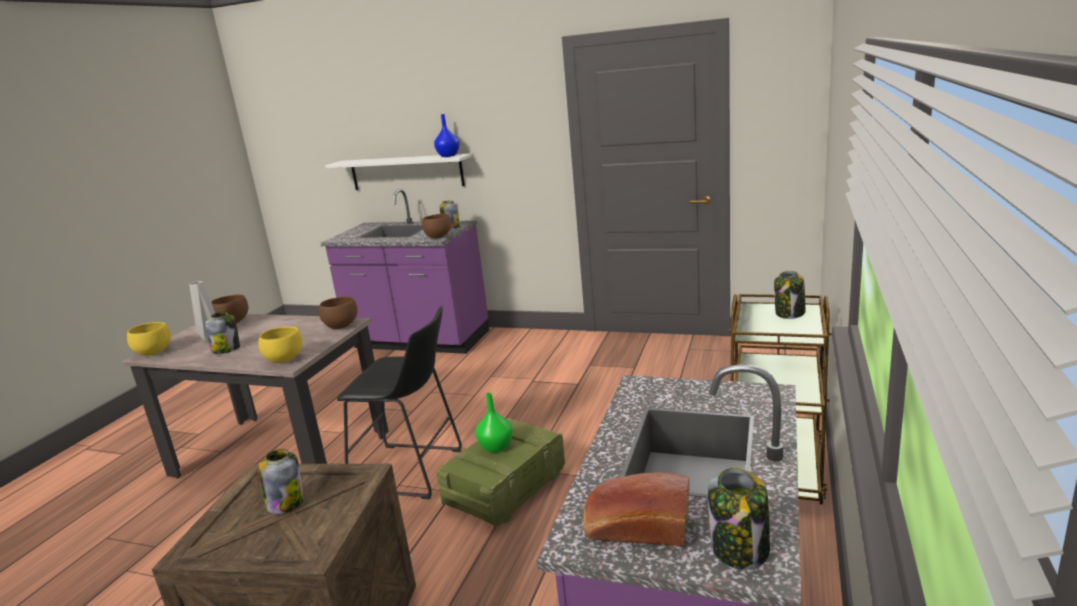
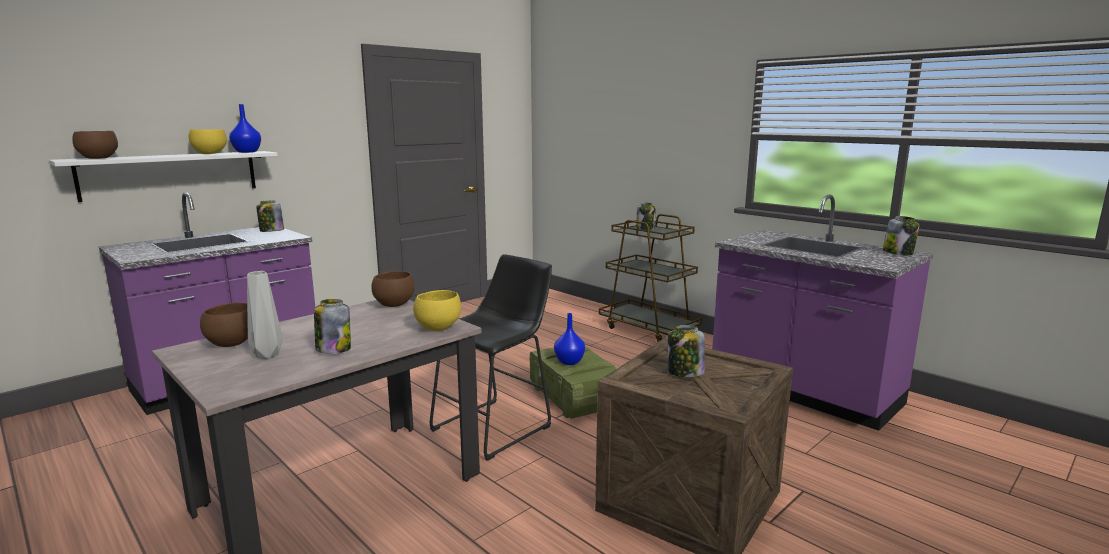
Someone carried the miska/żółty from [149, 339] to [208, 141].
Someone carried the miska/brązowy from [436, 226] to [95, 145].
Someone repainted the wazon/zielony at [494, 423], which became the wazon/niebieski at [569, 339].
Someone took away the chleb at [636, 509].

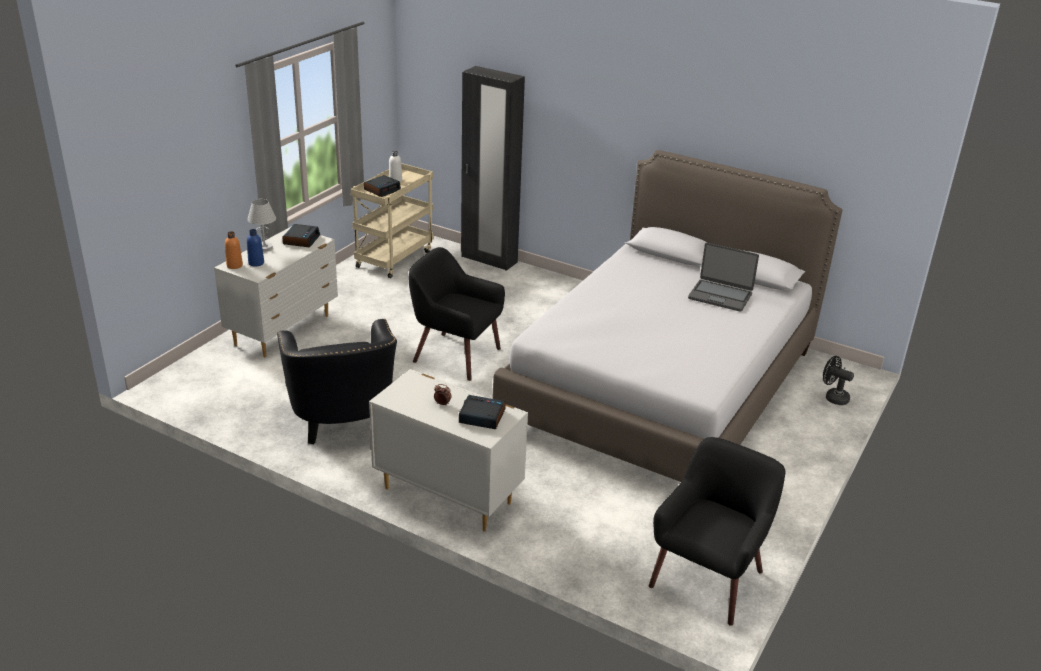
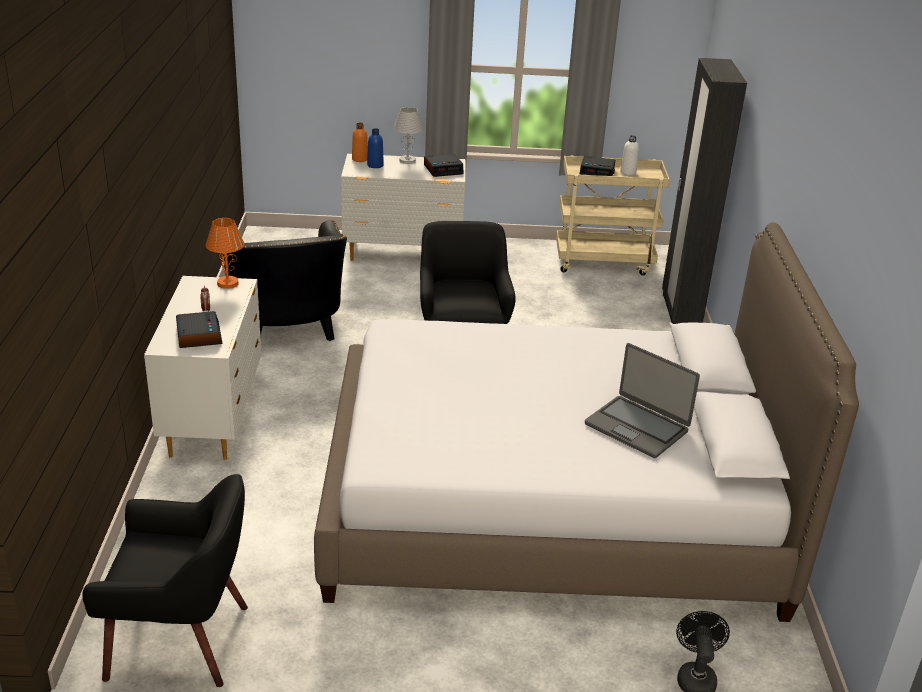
Someone rotated the fotel/czarny at [337, 381] by 60 degrees counterclockwise.
Someone rotated the laptop at [723, 277] by 45 degrees counterclockwise.
Someone put down the lampa stołowa/pomarańczowy at [225, 253].

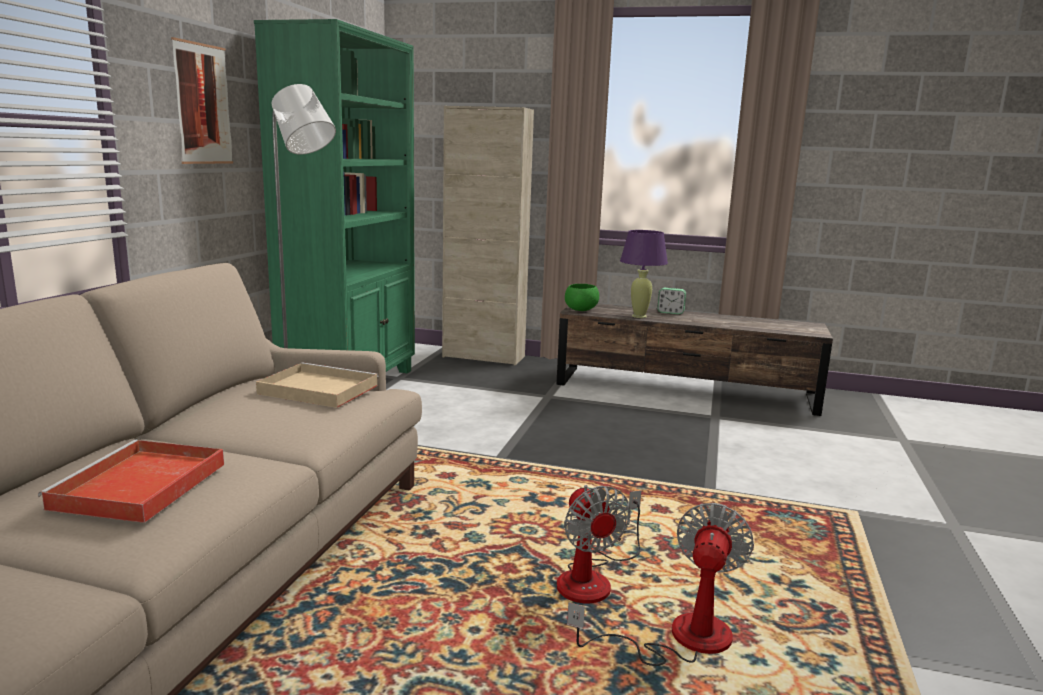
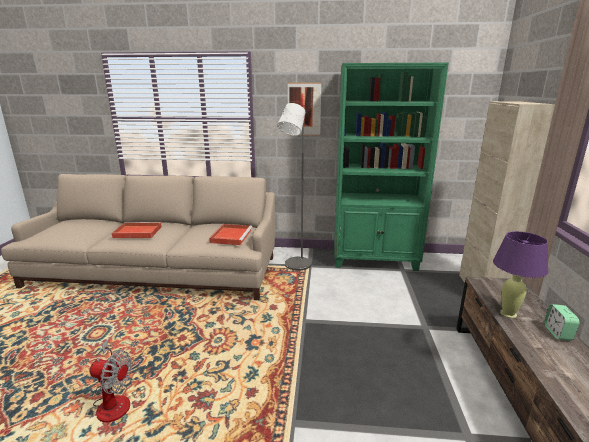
Someone repainted the taca/beżowy at [317, 385], which became the taca/czerwony at [230, 234].
Someone took away the wentylator at [599, 544].
Someone took away the miska/zielony at [582, 297].

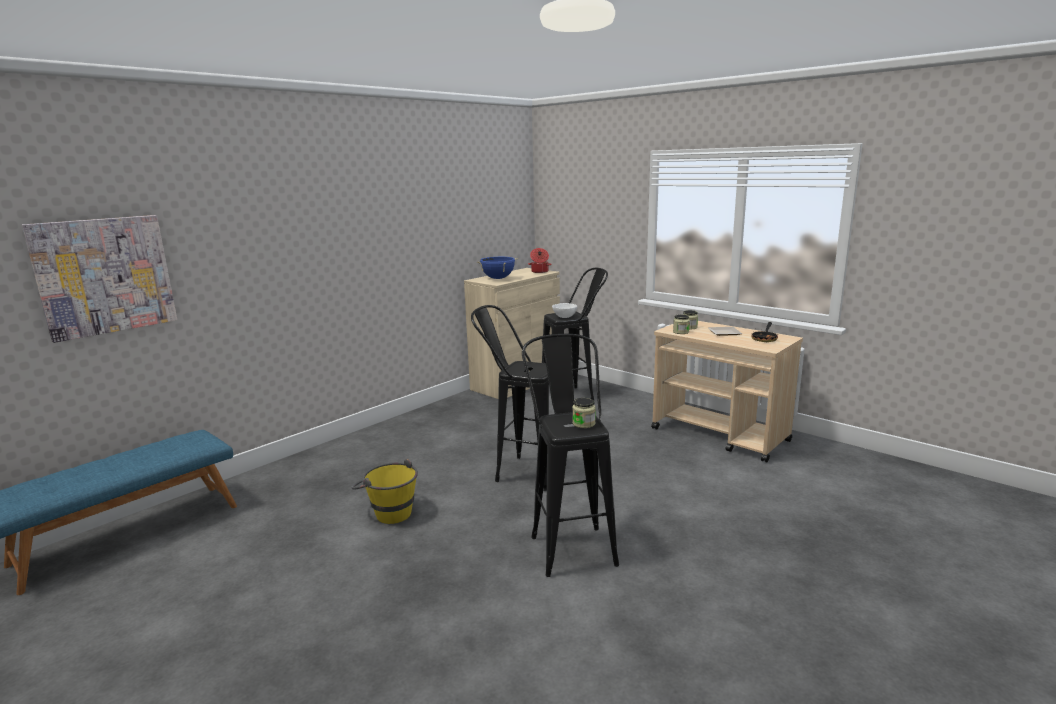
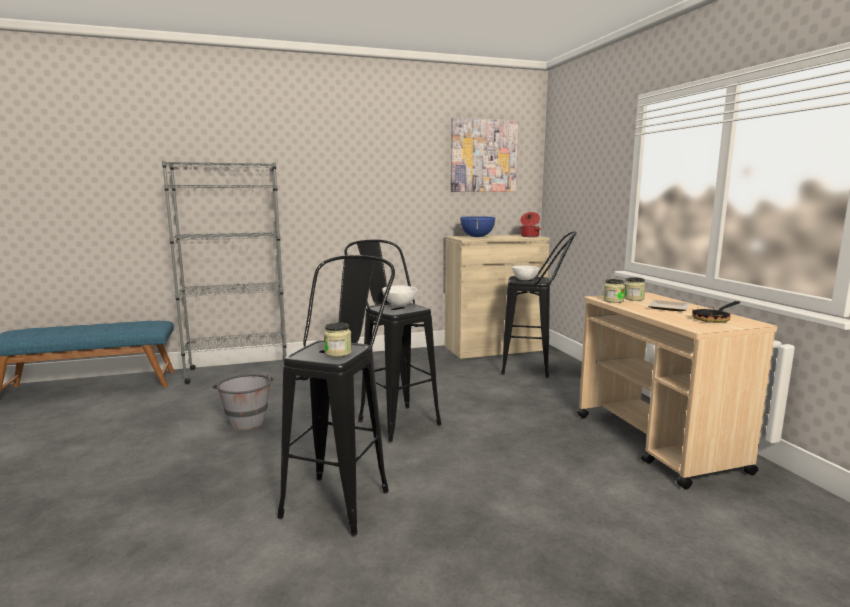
Someone carried the obraz from [99, 279] to [484, 155].
Someone repainted the wiadro/żółty at [384, 491], which became the wiadro/szary at [243, 401].
Someone put down the regał/szary at [224, 272].
Someone put down the miska/biały at [399, 295].

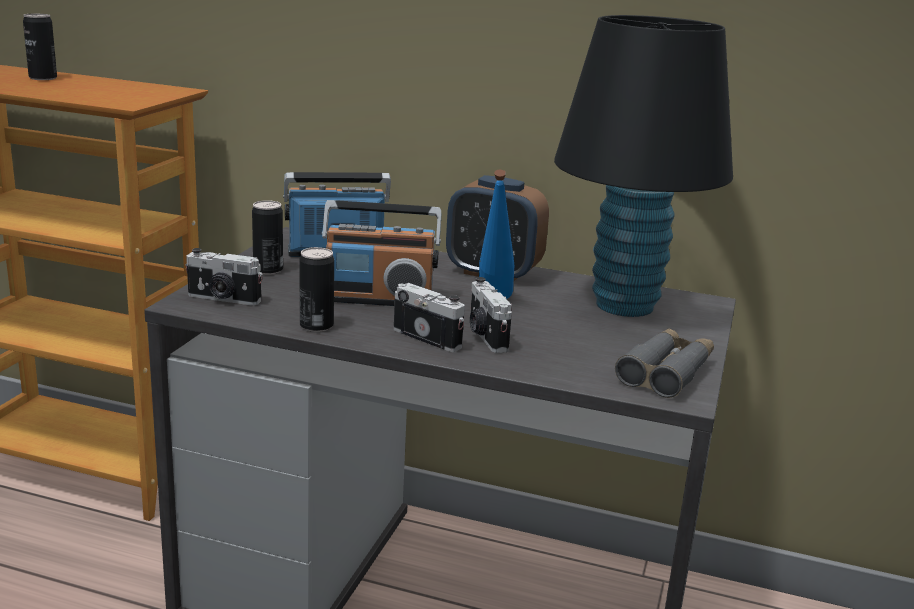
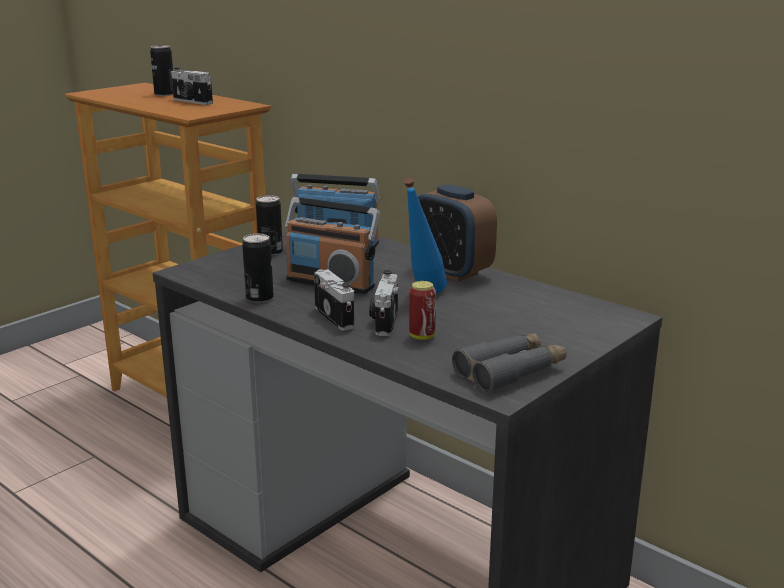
Someone carried the aparat fotograficzny from [224, 277] to [192, 86].
Someone took away the lampa stołowa/czarny at [643, 166].
Someone put down the puszka at [422, 310].

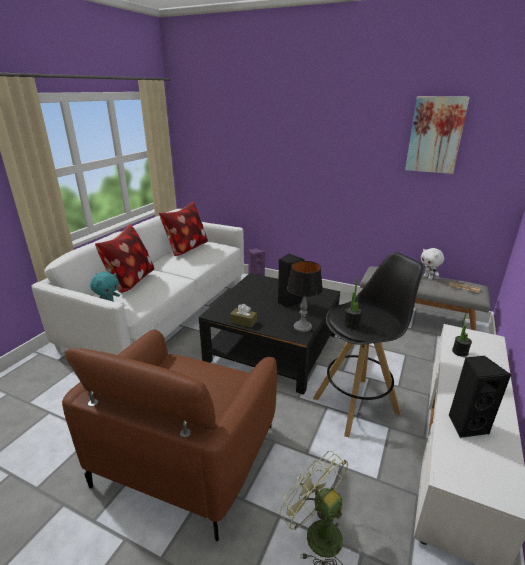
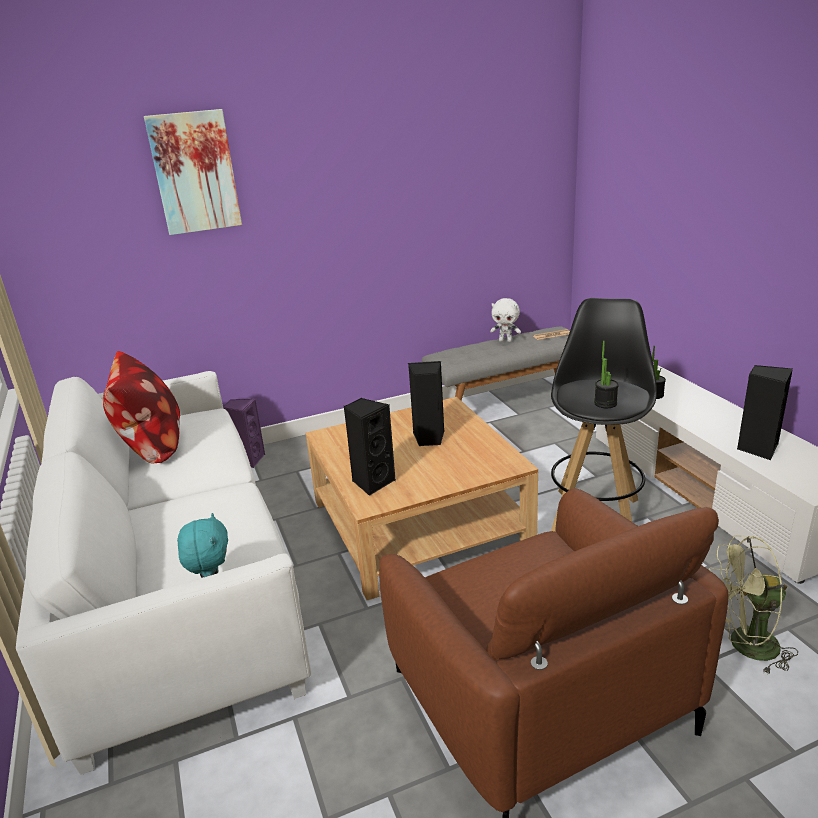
Someone took away the poduszka at [124, 258].
Someone repainted the ława/czarny at [269, 334], which became the ława/beżowy at [422, 498].
Someone took away the pudełko chusteczek/brązowy at [243, 316].
Someone took away the lampa stołowa at [305, 296].
Someone carried the obraz from [437, 135] to [193, 172].
Someone put down the głośnik/czarny at [369, 447].

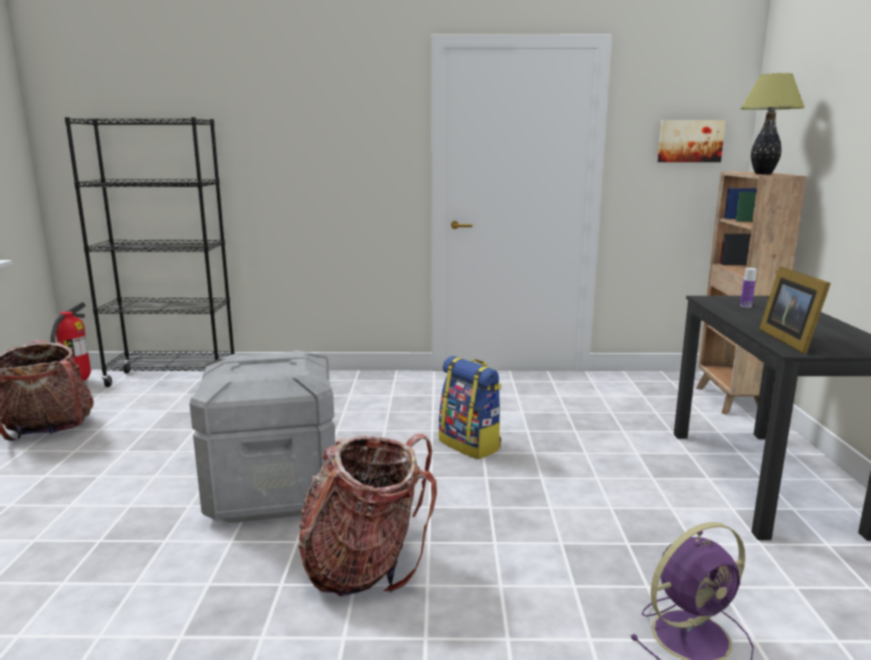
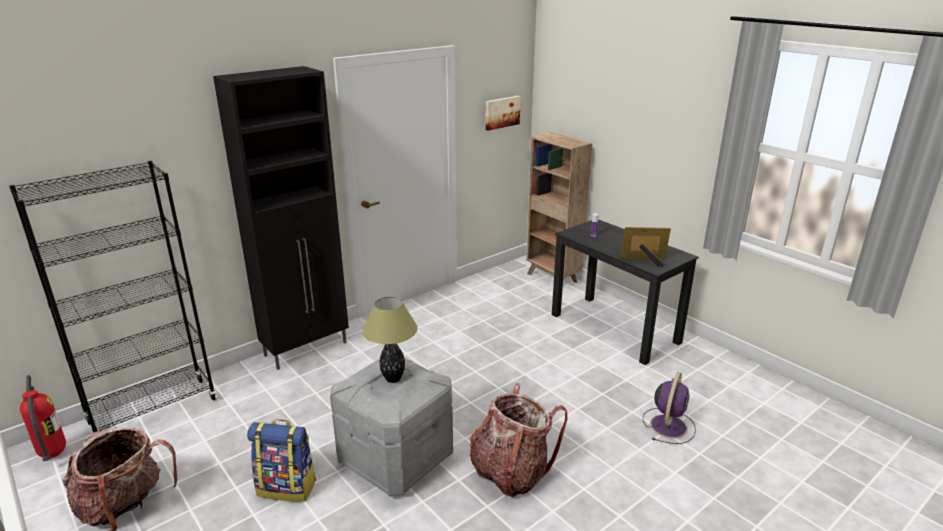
Someone carried the plecak from [470, 407] to [281, 460].
Someone carried the lampa stołowa from [772, 123] to [390, 340].
Someone rotated the ramka na zdjęcie at [795, 310] by 135 degrees clockwise.
Someone put down the szafka/czarny at [281, 218].

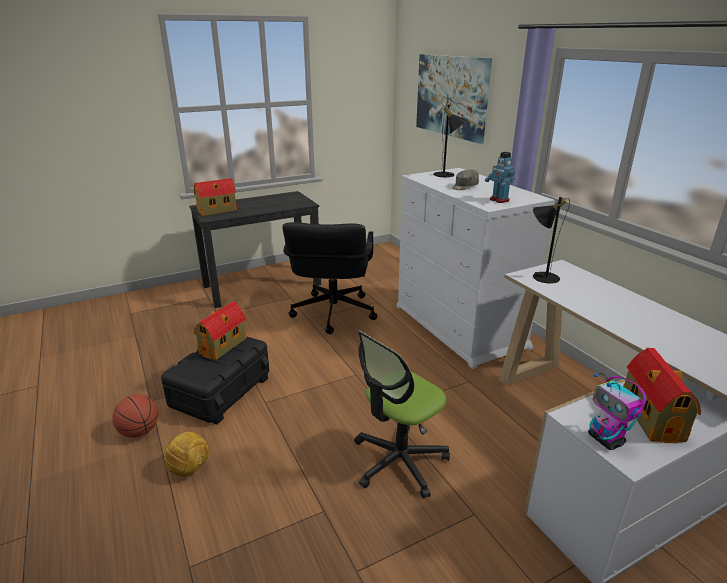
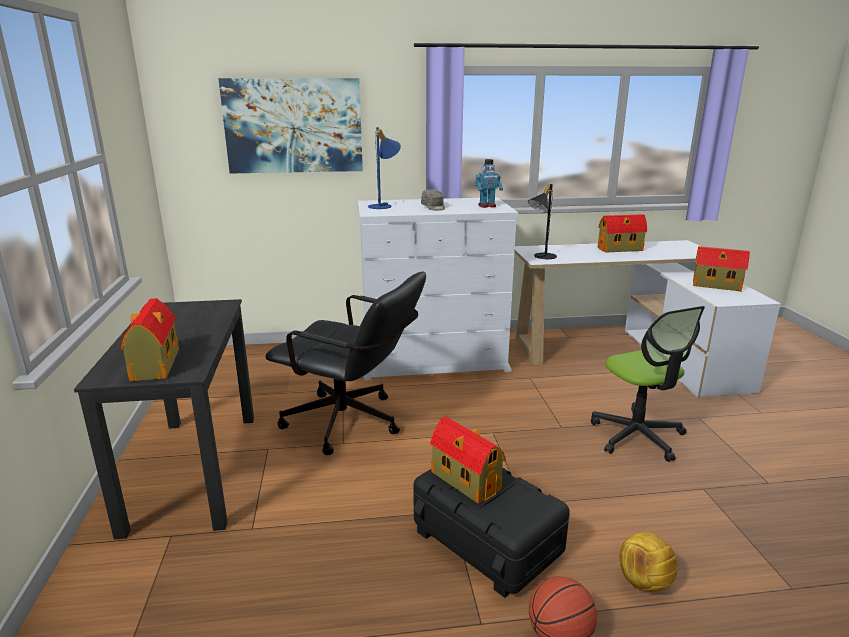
Someone repainted the lampa stołowa/czarny at [450, 140], which became the lampa stołowa/niebieski at [384, 168].
Someone took away the robot zabawkowy at [617, 411].
Someone put down the domek at [622, 233].

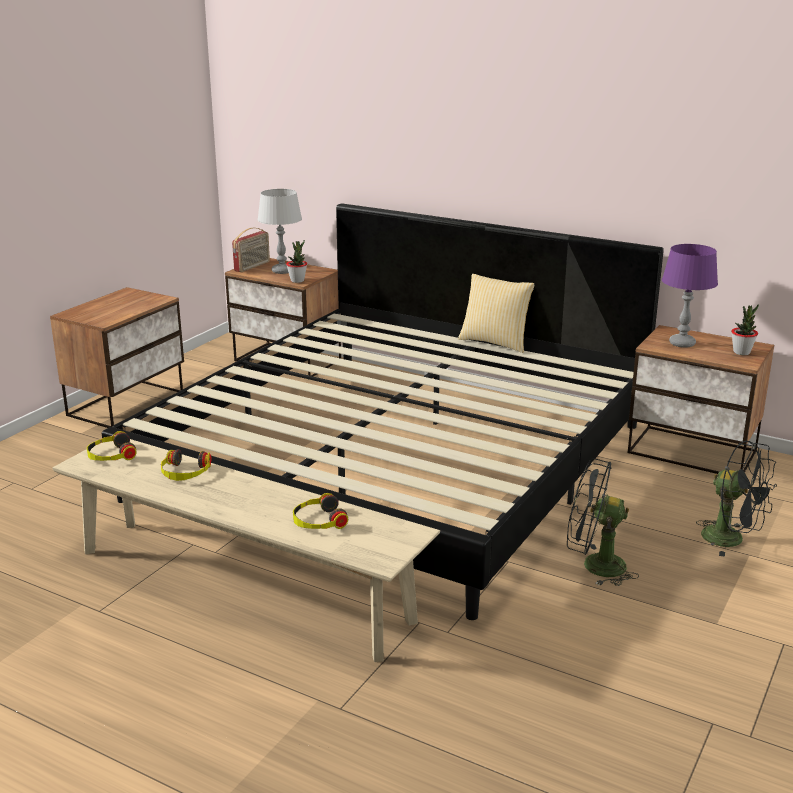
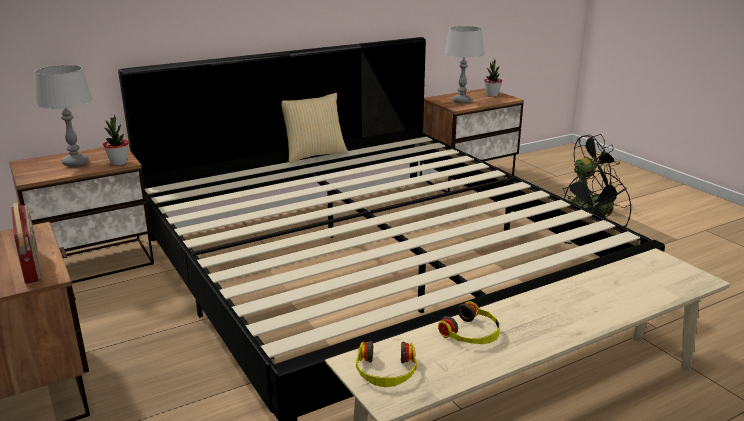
Someone carried the radio from [251, 250] to [26, 243].
Someone took away the słuchawki at [320, 511].
Someone repainted the lampa stołowa/fioletowy at [690, 296], which became the lampa stołowa/szary at [464, 65].

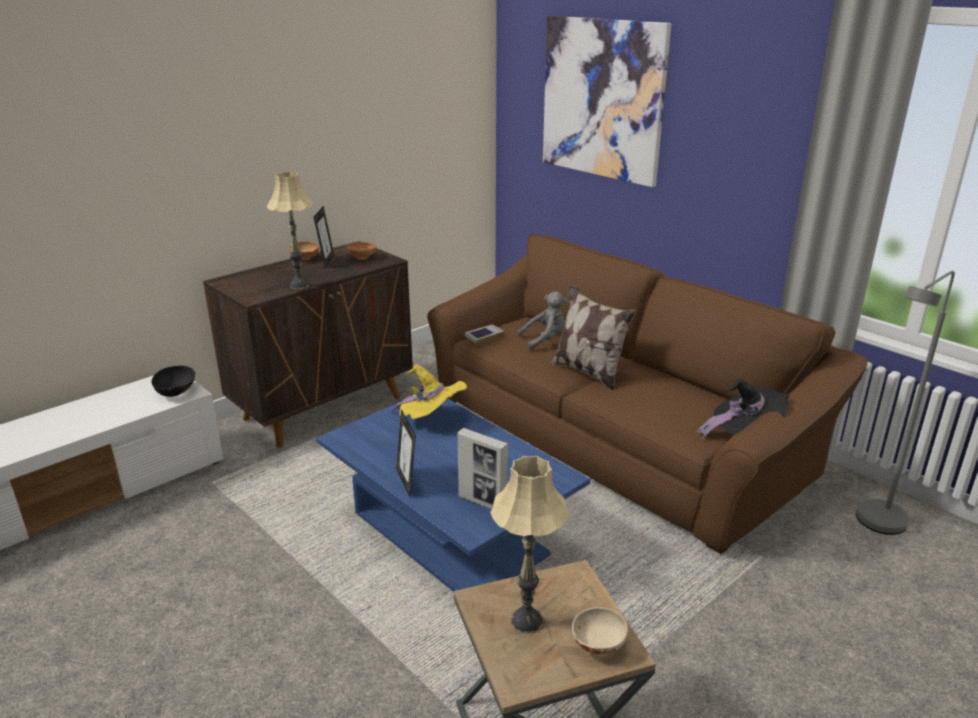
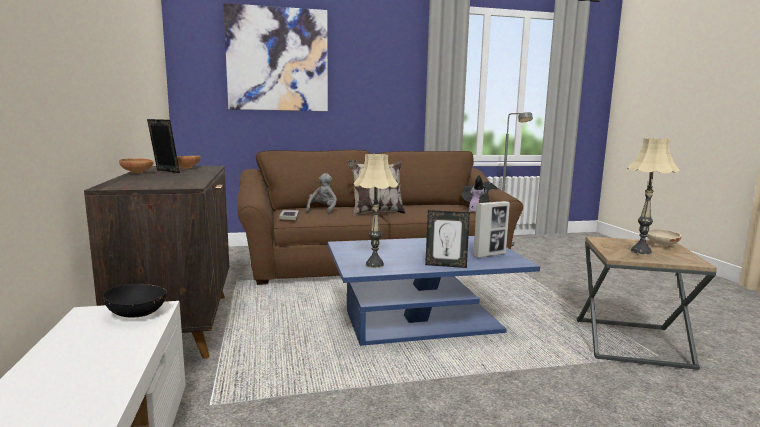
Someone carried the lampa stołowa/beżowy from [290, 230] to [376, 211].
Someone took away the kapelusz/żółty at [429, 391].

